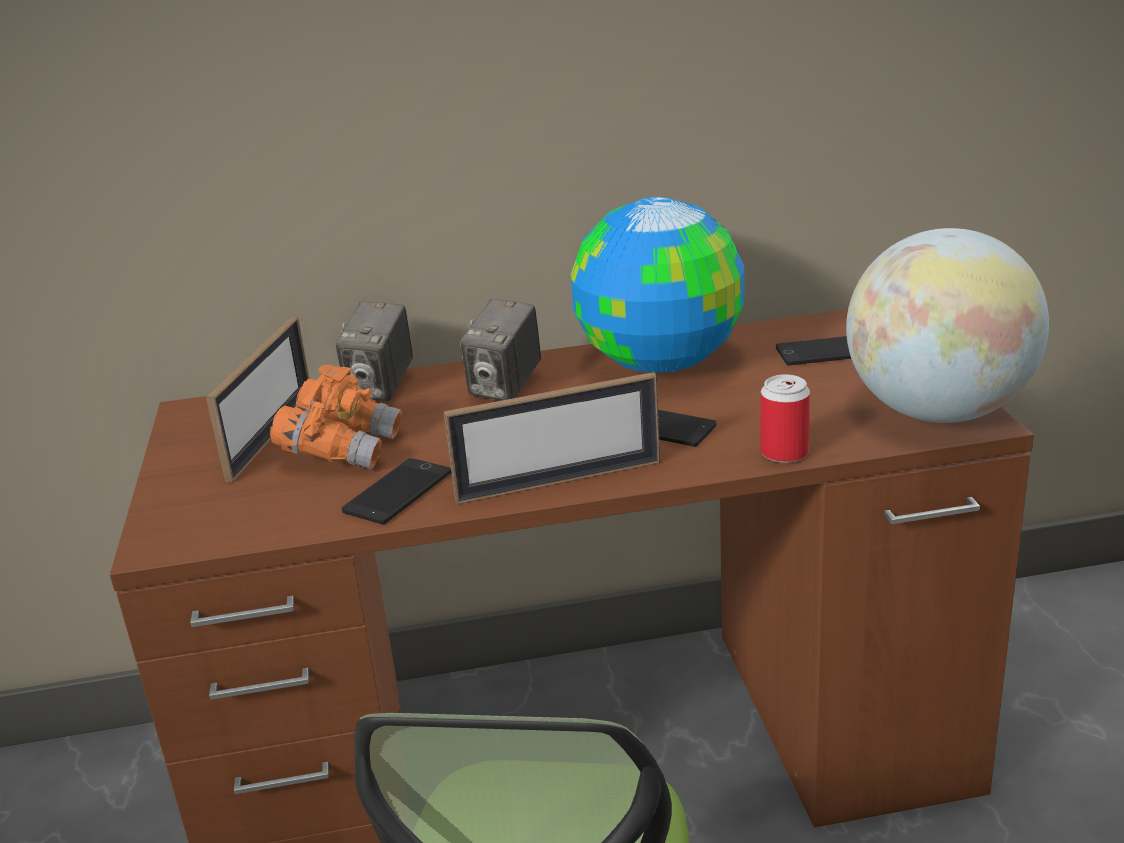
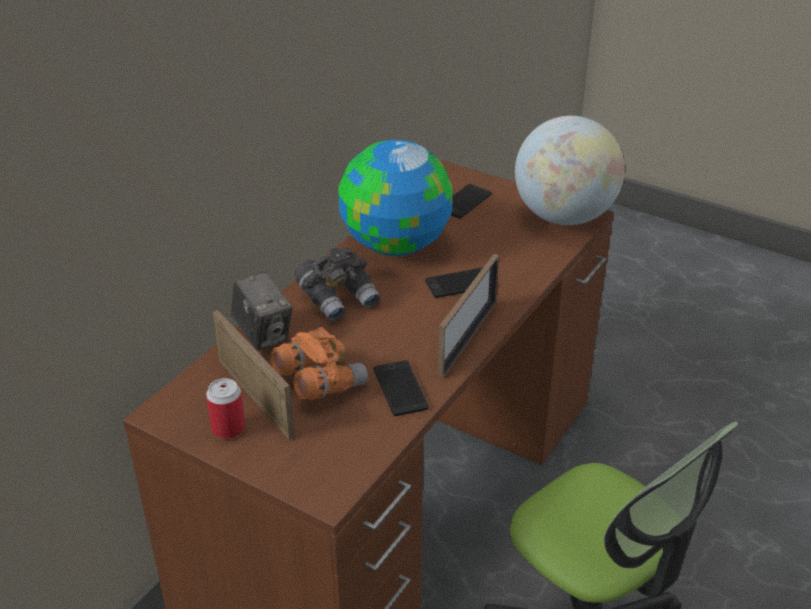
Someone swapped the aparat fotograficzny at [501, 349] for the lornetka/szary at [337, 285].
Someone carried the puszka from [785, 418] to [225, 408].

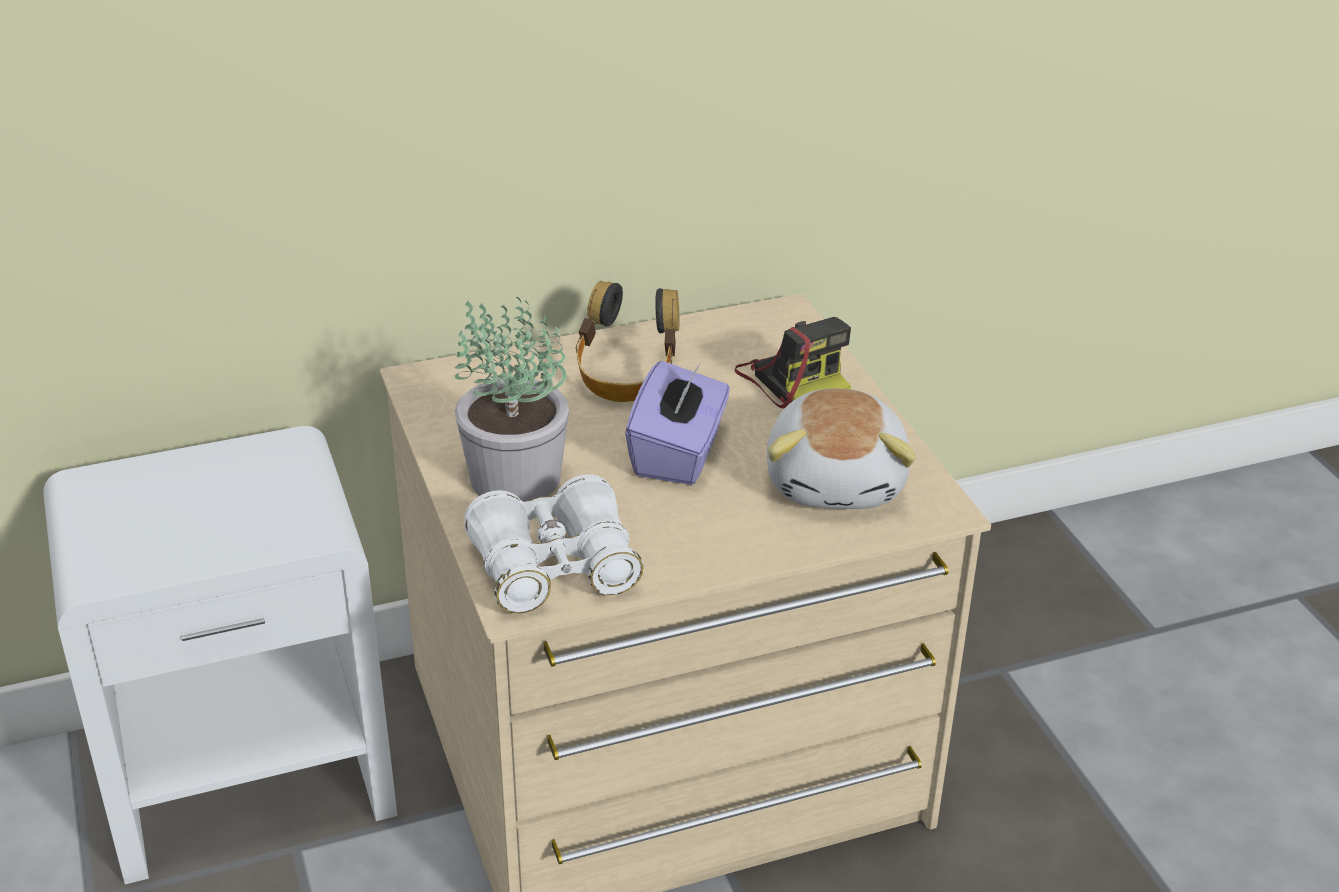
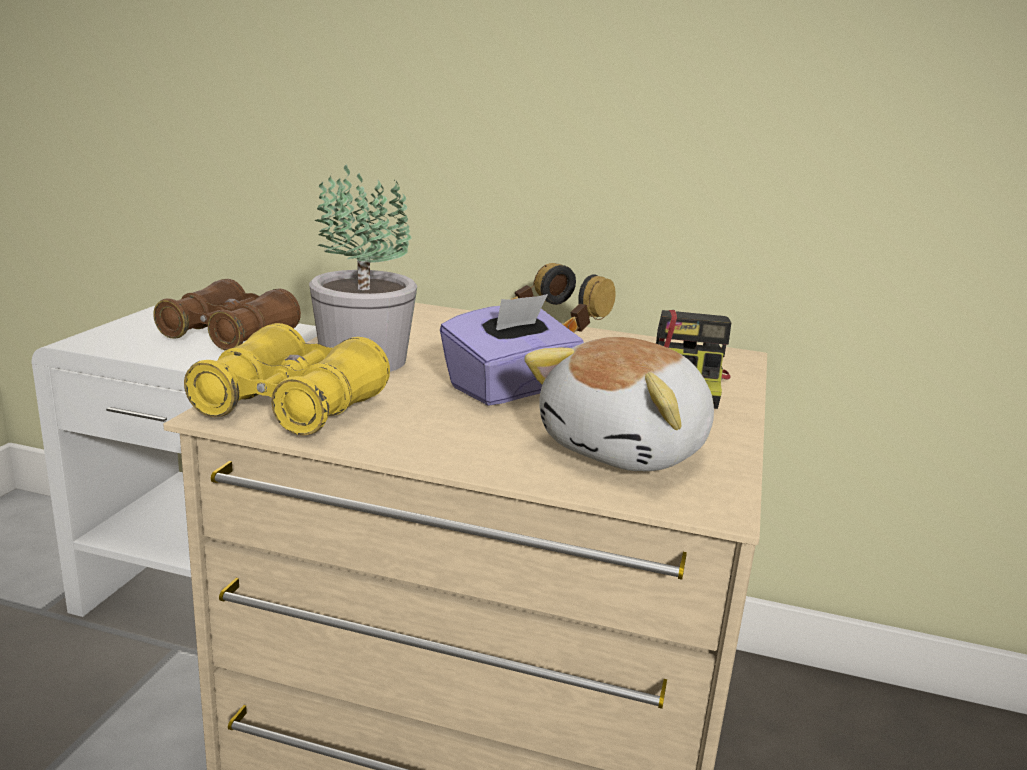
Someone repainted the lornetka/biały at [553, 544], which became the lornetka/żółty at [287, 379].
Someone put down the lornetka/brązowy at [227, 314].

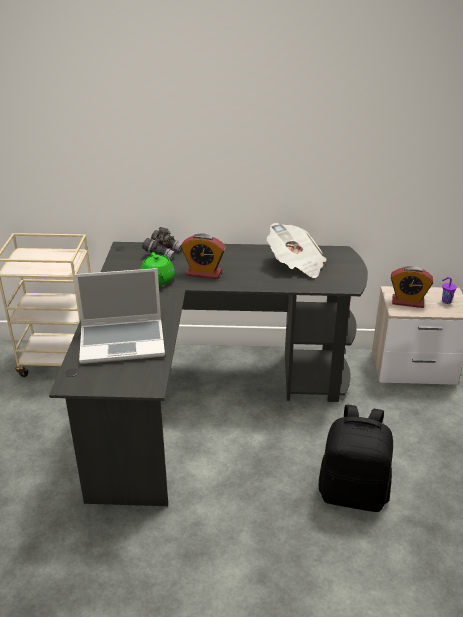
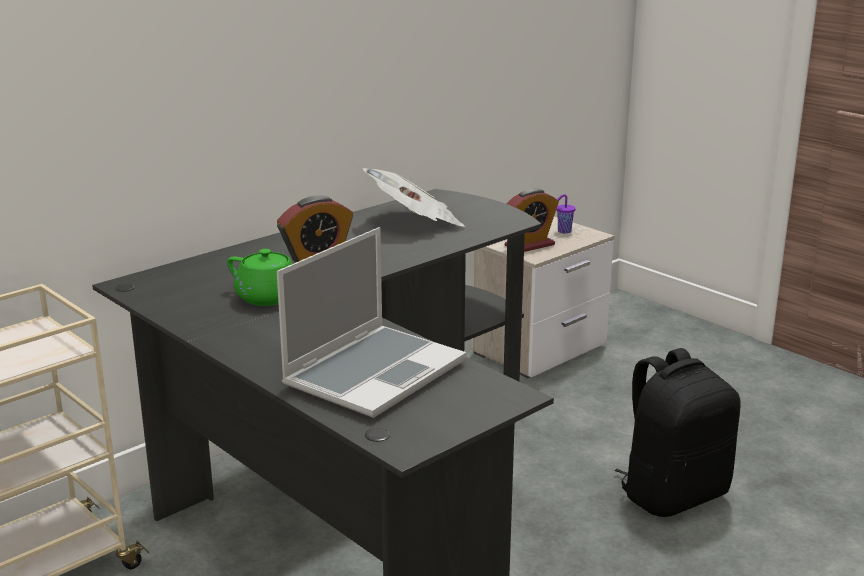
Someone took away the lornetka/szary at [162, 243].

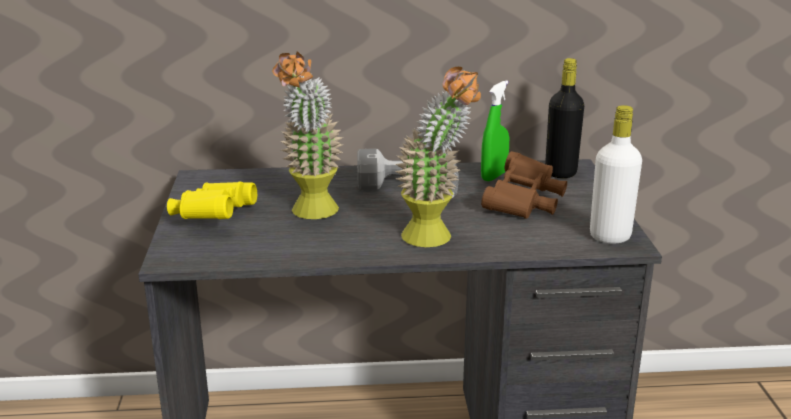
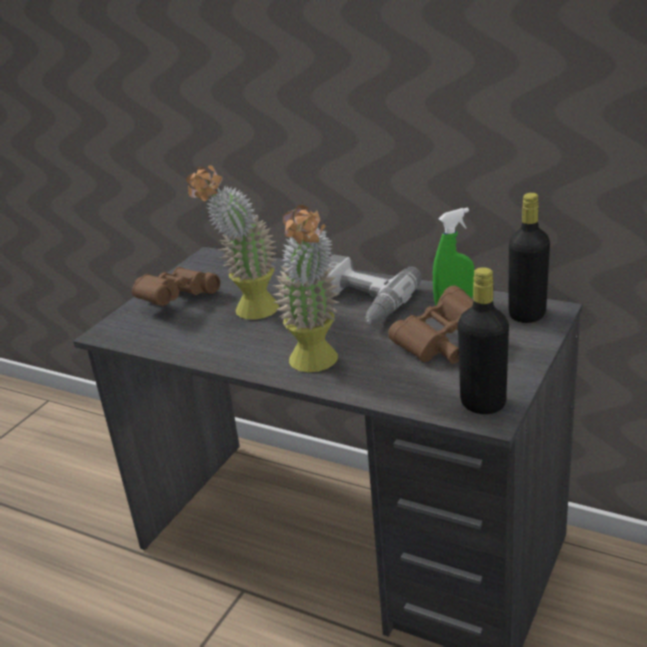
Someone repainted the lornetka/żółty at [212, 200], which became the lornetka/brązowy at [176, 286].
Someone repainted the butelka/biały at [616, 174], which became the butelka/czarny at [483, 340].

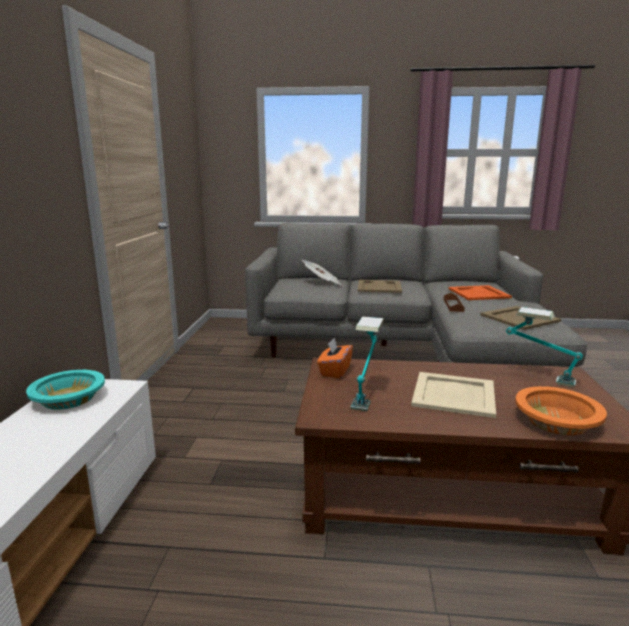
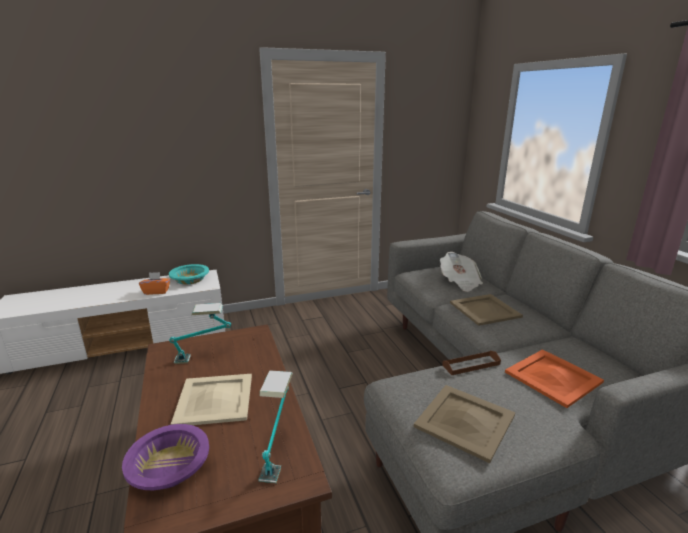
Someone carried the pudełko chusteczek/pomarańczowy from [335, 357] to [154, 283].
Someone repainted the miska/pomarańczowy at [561, 410], which became the miska/fioletowy at [165, 457].

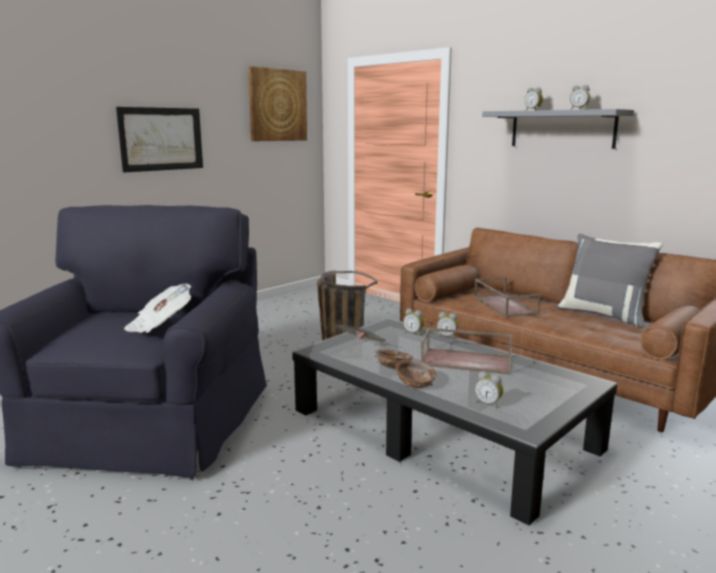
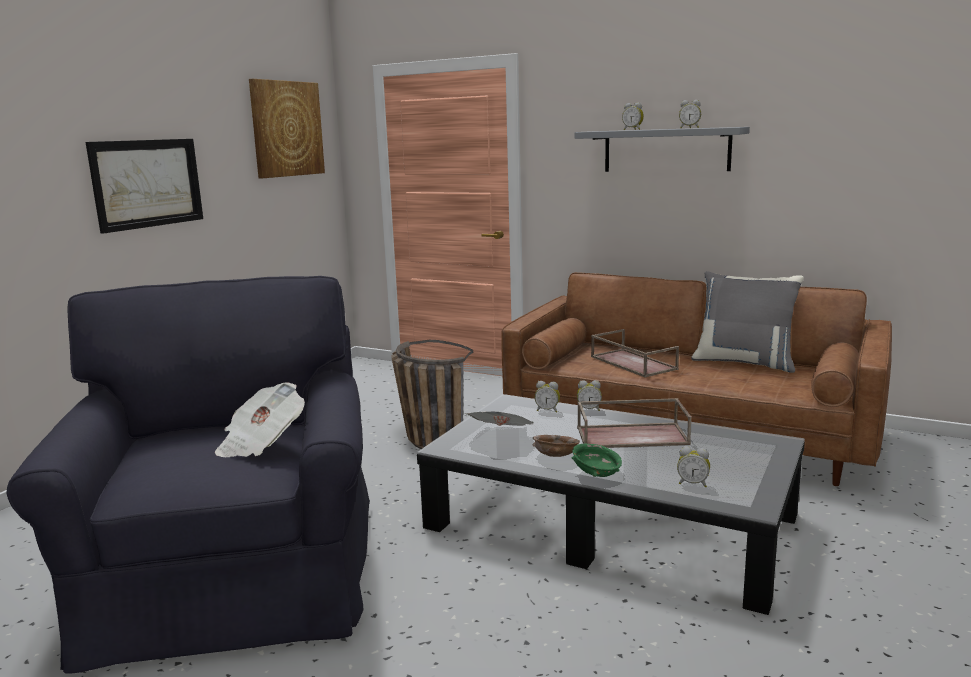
Someone repainted the miska/brązowy at [416, 373], which became the miska/zielony at [597, 460].

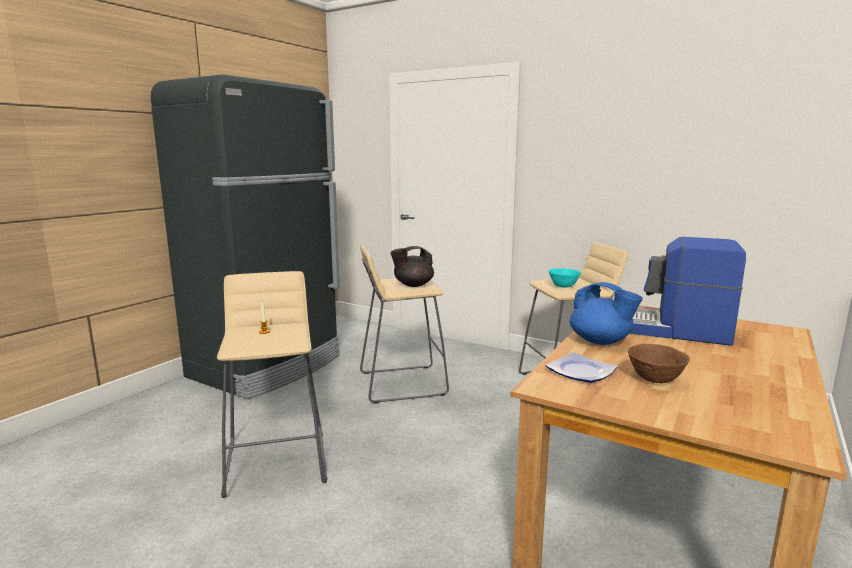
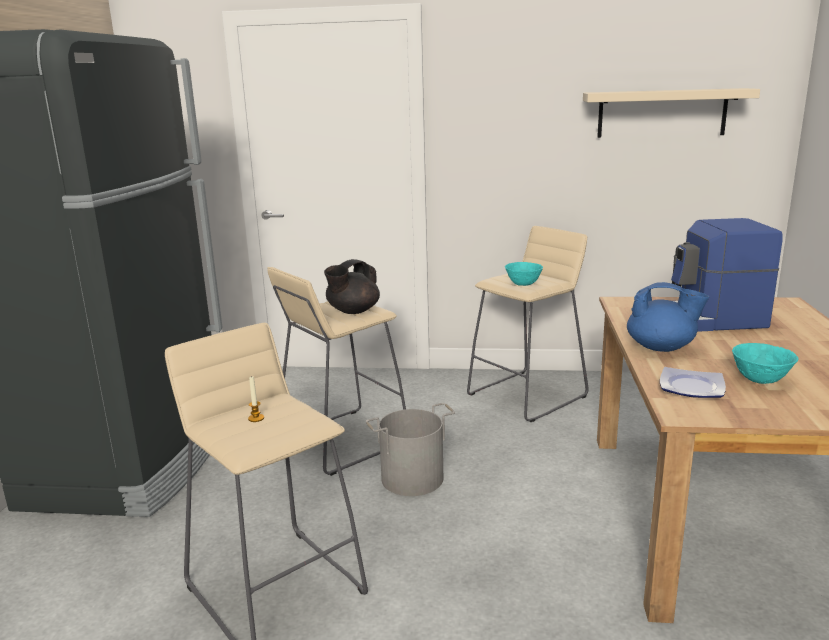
Someone repainted the miska/brązowy at [659, 363], which became the miska/turkusowy at [765, 363].
Someone put down the wiadro/szary at [410, 449].
Someone put up the półka/beżowy at [671, 113].

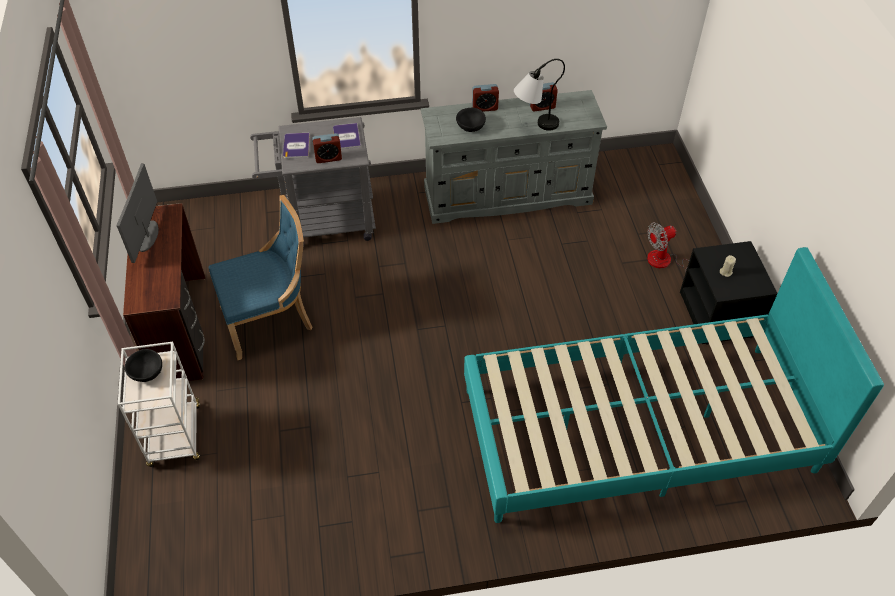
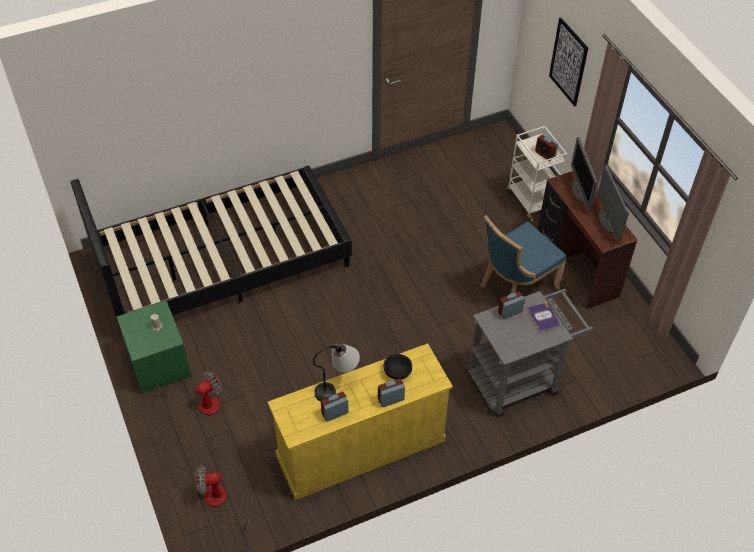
Someone swapped the miska/czarny at [143, 365] for the budzik at [546, 147].
Someone took away the książka at [347, 136].
Someone repainted the komoda/szary at [514, 157], which became the komoda/żółty at [360, 421].
Someone repainted the łóżko/turkusowy at [674, 385], which became the łóżko/czarny at [211, 248].
Someone repainted the szafka nocna/czarny at [729, 292], which became the szafka nocna/zielony at [154, 347].
Someone put down the wentylator at [223, 498].
Someone put up the obraz at [568, 62].
Someone put down the monitor at [584, 174].

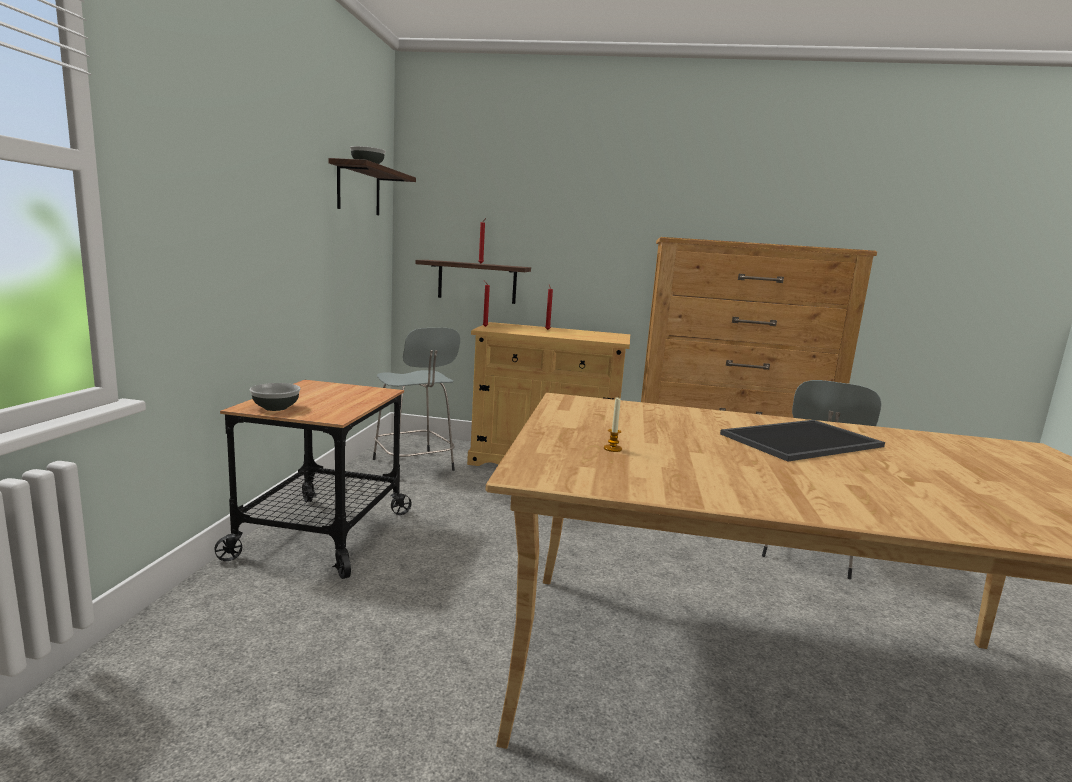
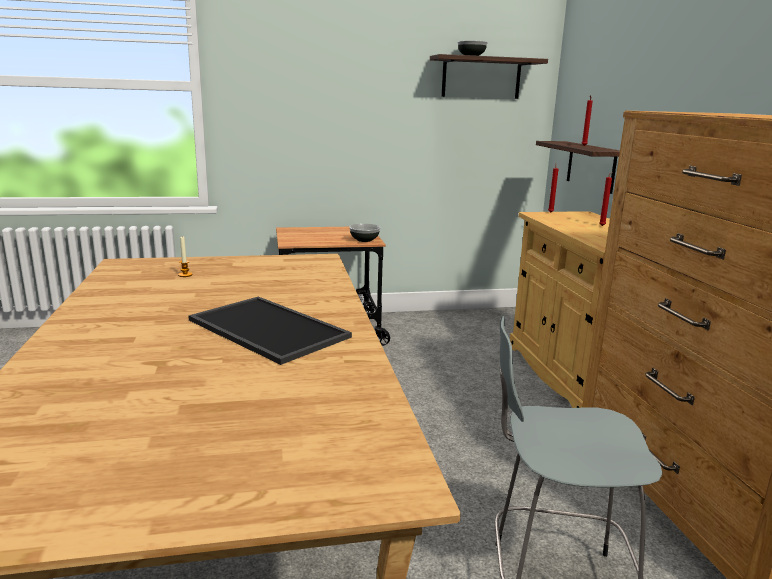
Someone carried the miska from [275, 397] to [365, 233].
Someone took away the stołek/szary at [416, 399].

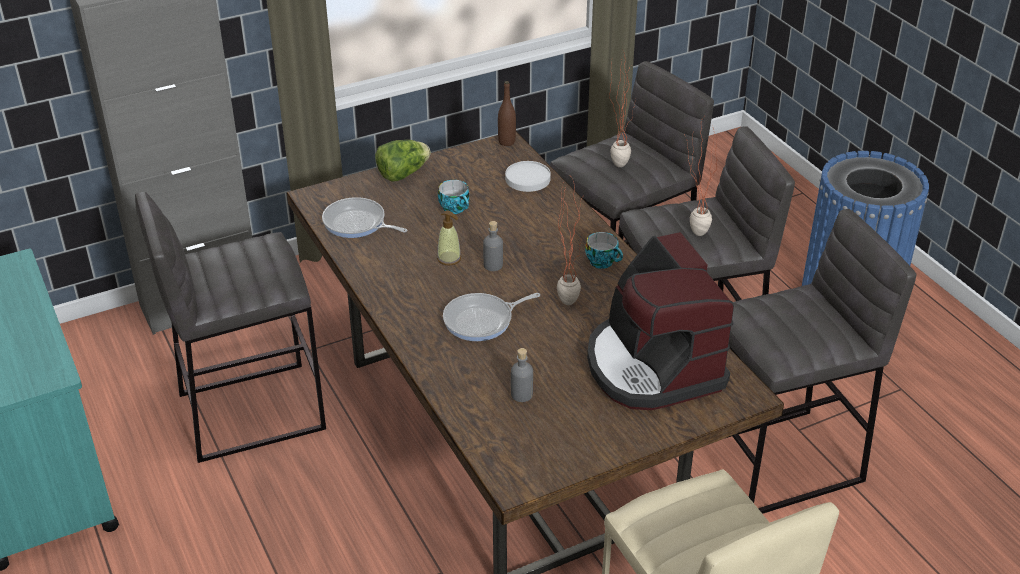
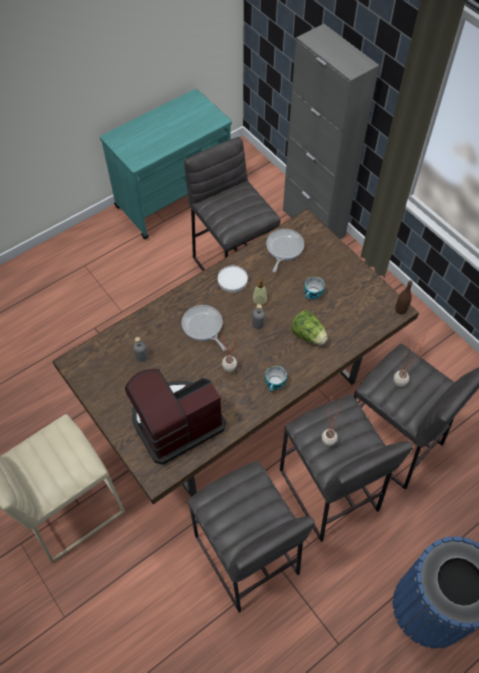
Someone carried the sałata from [403, 161] to [309, 327].
Someone carried the talerz/biały from [528, 176] to [233, 279].

